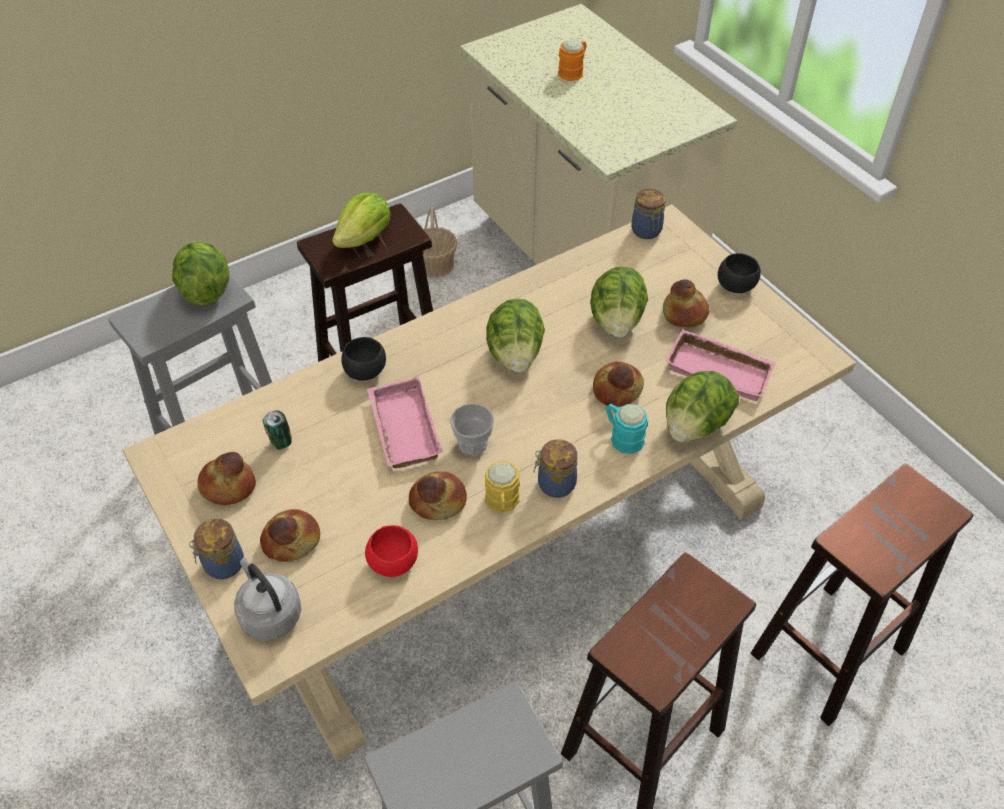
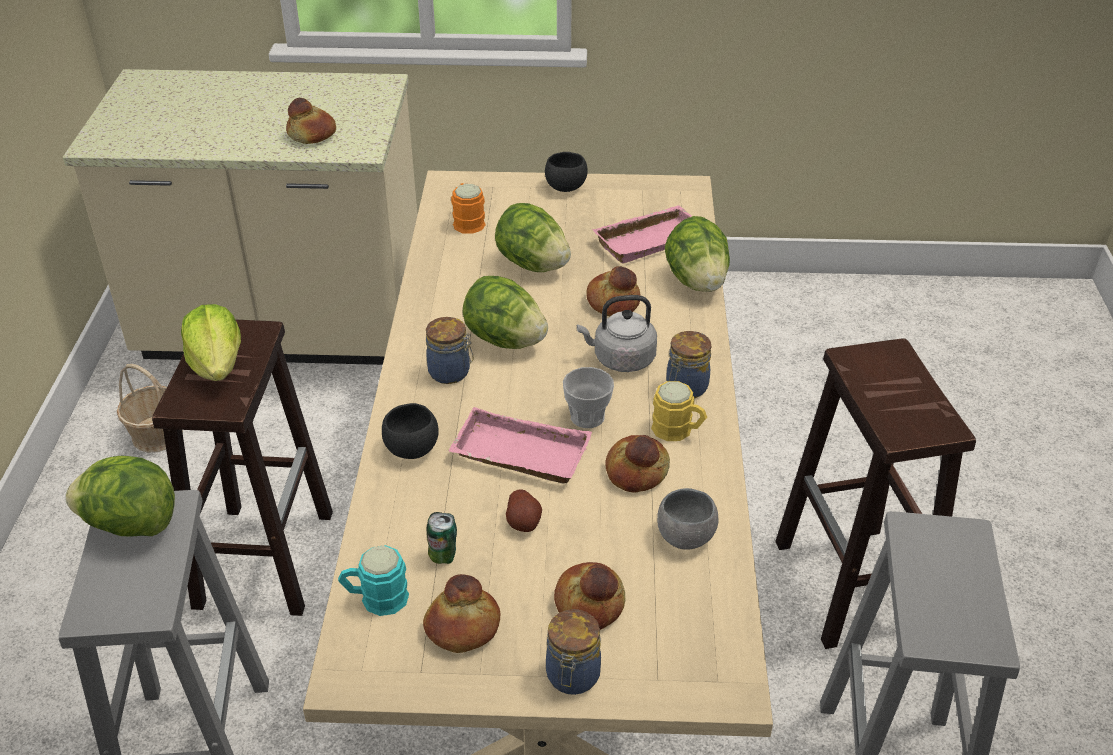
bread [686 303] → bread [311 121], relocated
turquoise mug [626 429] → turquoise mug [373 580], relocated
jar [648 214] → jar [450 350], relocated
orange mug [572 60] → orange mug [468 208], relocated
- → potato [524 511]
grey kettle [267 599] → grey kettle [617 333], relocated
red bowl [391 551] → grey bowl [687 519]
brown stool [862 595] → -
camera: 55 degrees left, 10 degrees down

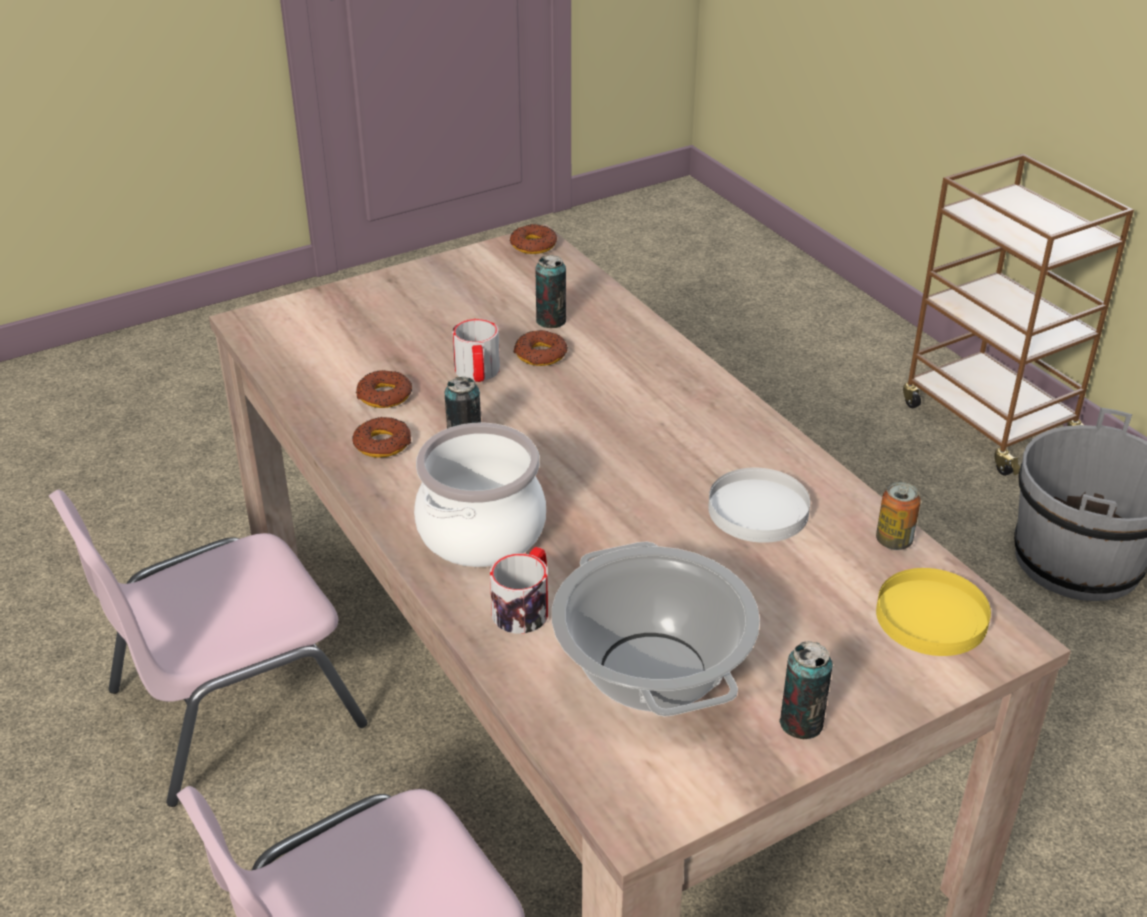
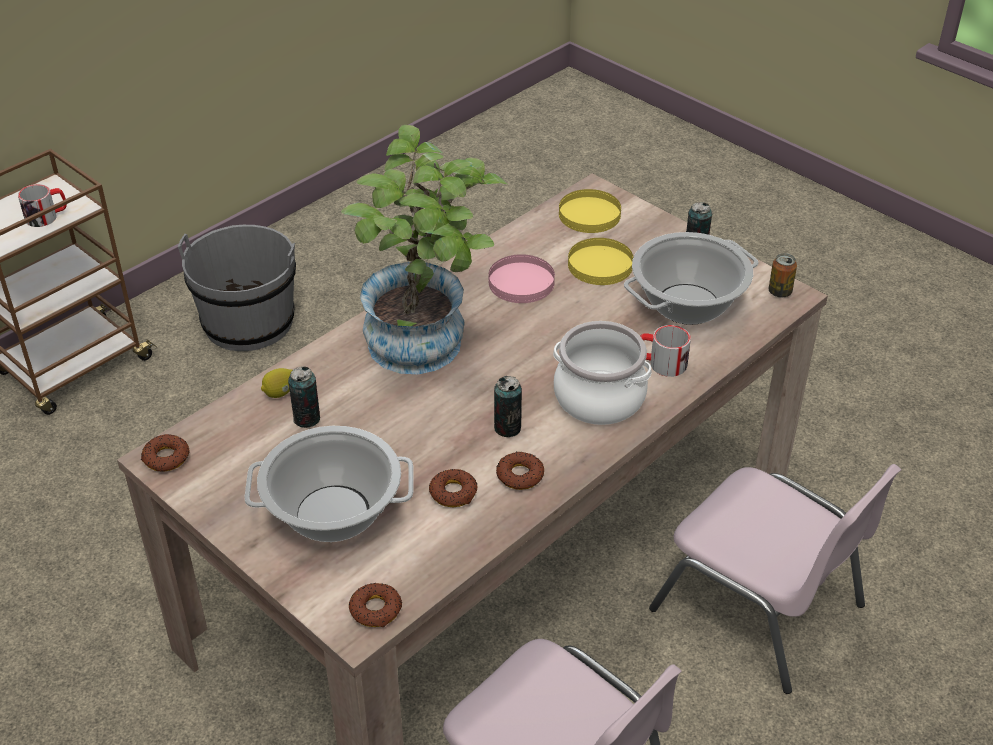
mug [476 350] → mug [42 205], relocated
- → cooking pot [329 484]
- → lemon [277 383]
- → potted plant [424 249]
donut [540 348] → donut [375 605], relocated
white plate [759 505] → pink plate [522 278]
- → yellow plate [600 261]
can [898 516] → can [783 275], relocated
camera: 105 degrees left, 5 degrees up

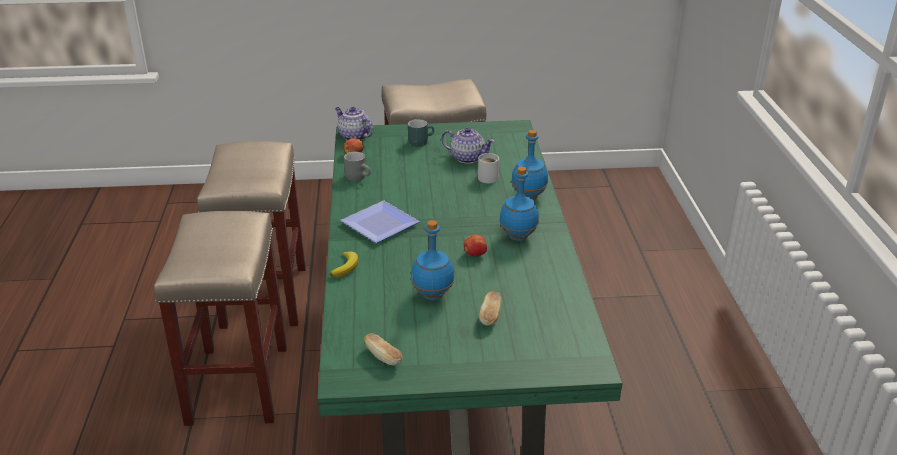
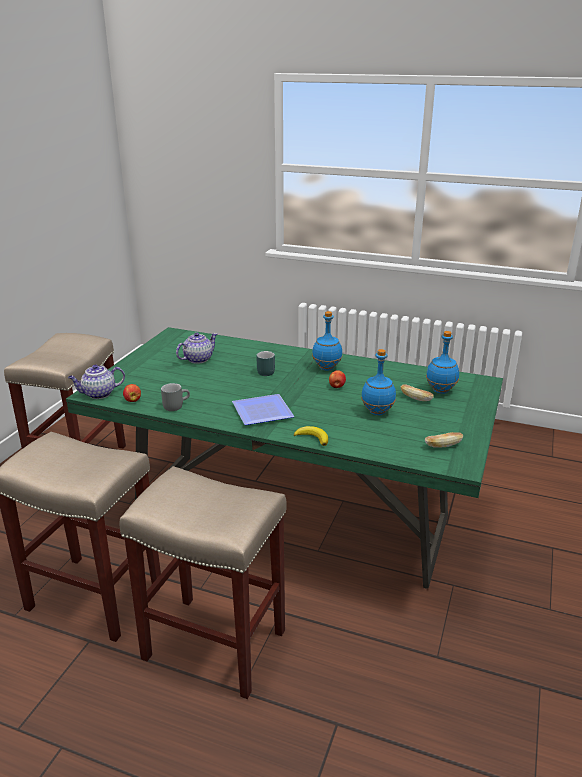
turquoise mug [421 133] → turquoise mug [265 363], relocated
blue bottle [529 165] → blue bottle [442 362], relocated
white mug [488 168] → -
camera: 65 degrees left, 5 degrees down

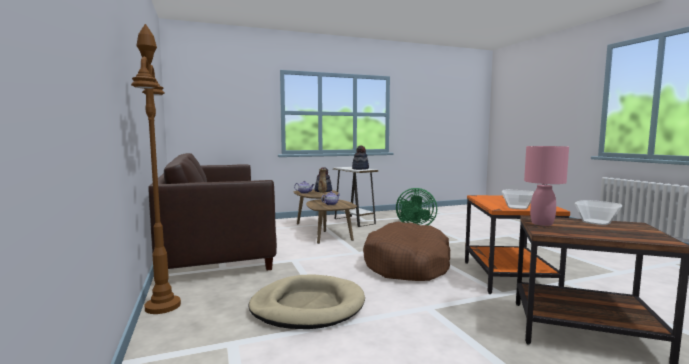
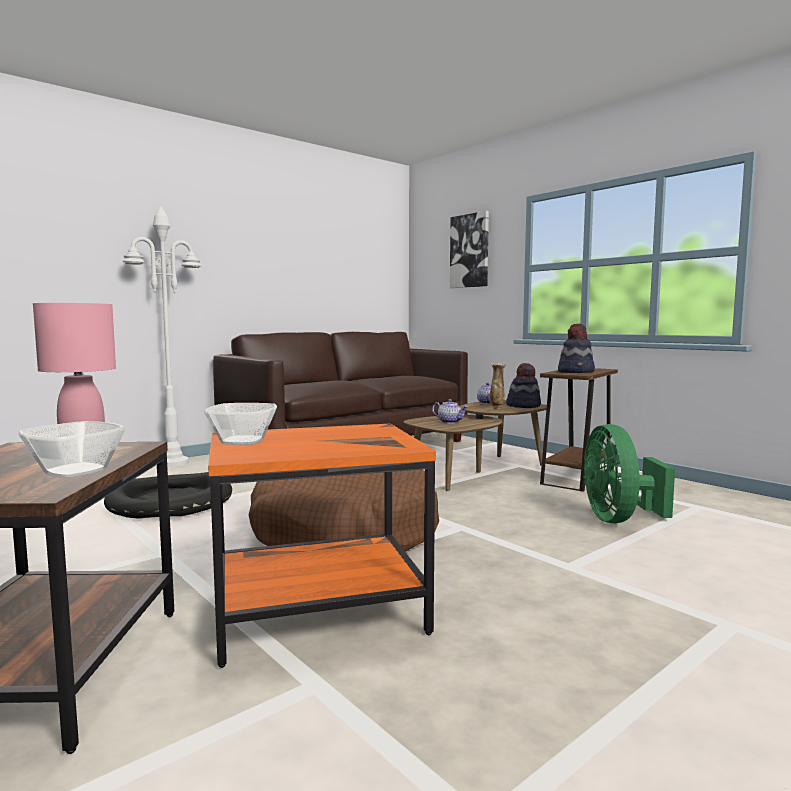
beige dog bed [307 302] → black dog bed [168 495]
brown floor lamp [156 169] → white floor lamp [162 336]
- → picture [469 249]
white side table [355 197] → brown side table [579 430]
camera: 70 degrees right, 0 degrees up

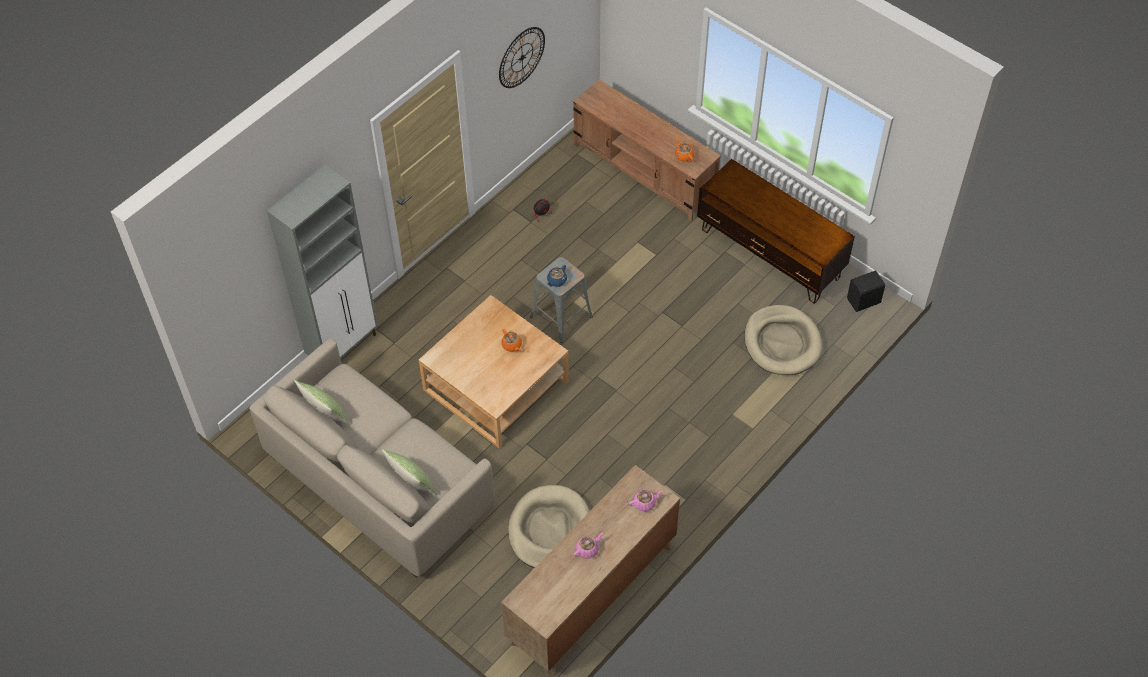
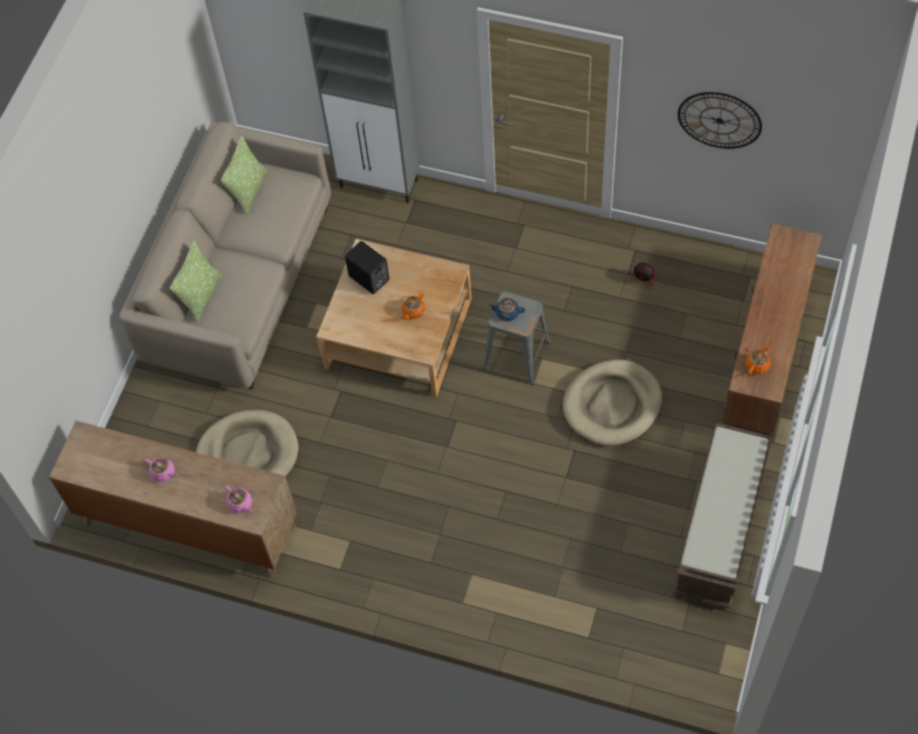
black speaker [866 291] → black speaker [367 267], relocated
beige dog bed [783 340] → beige dog bed [612 402], relocated
brown tv stand [776 231] → brown bench [722 516]
camera: 70 degrees right, 5 degrees up

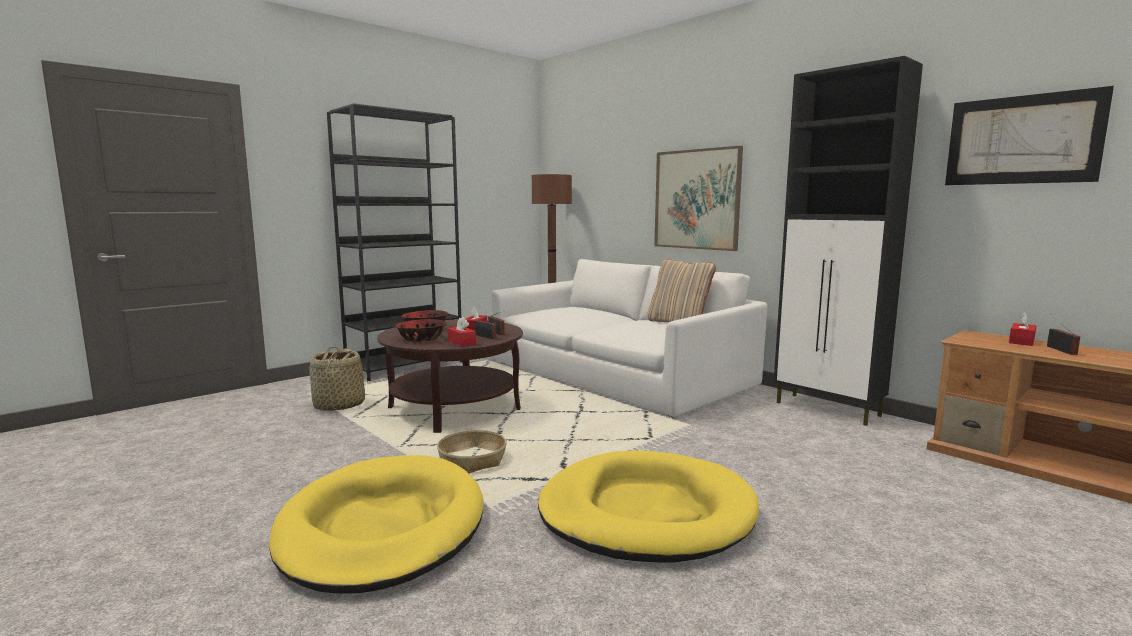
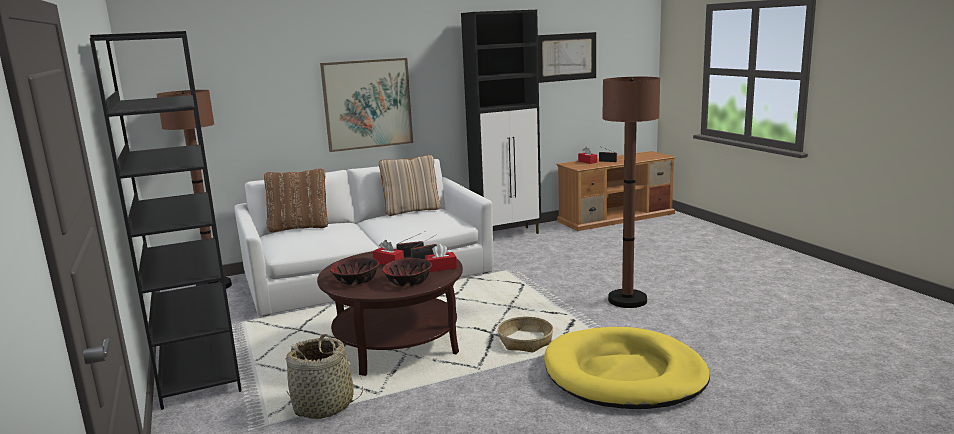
- → brown pillow [296 200]
yellow dog bed [648 506] → brown floor lamp [631 192]
camera: 70 degrees left, 5 degrees up

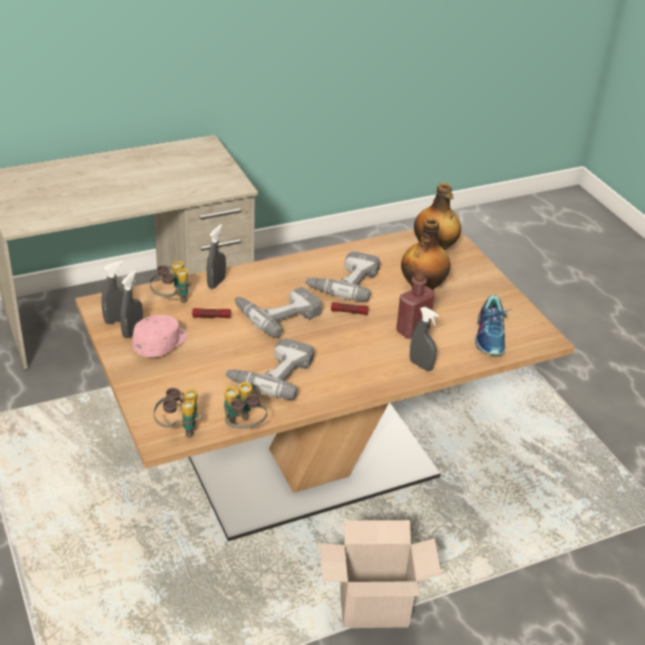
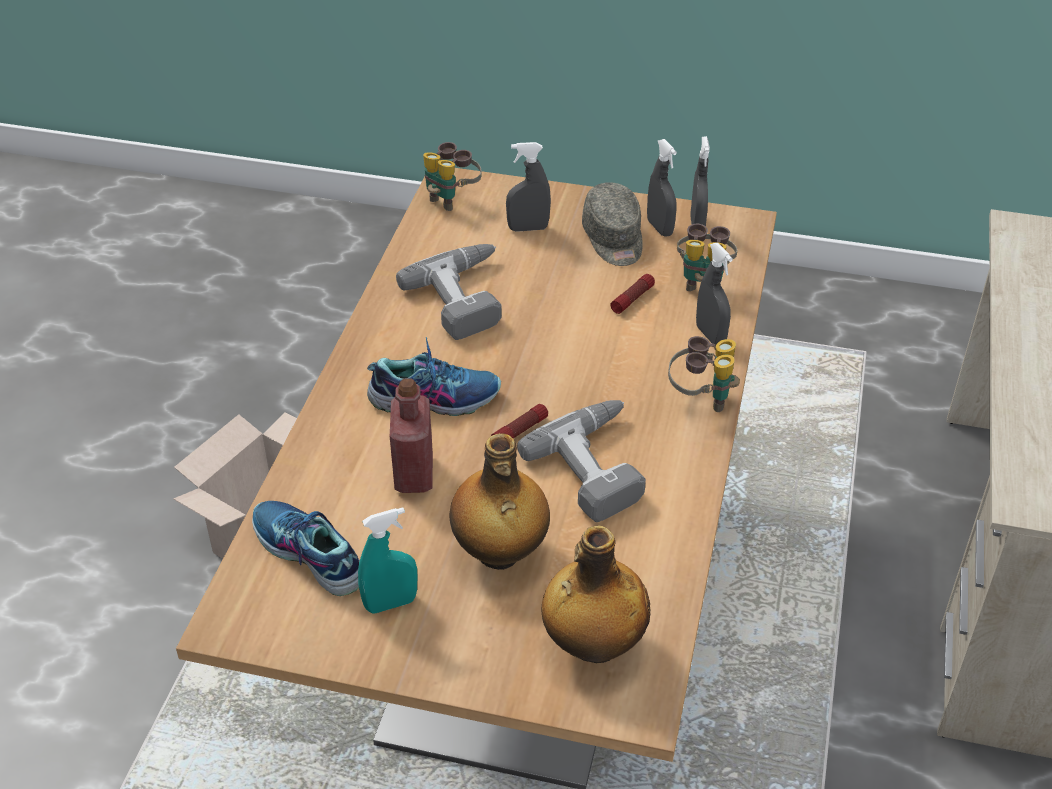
- → turquoise spray bottle [387 560]
- → shoe [434 376]
grey spray bottle [424 339] → grey spray bottle [528 187], relocated
pink cap [159 336] → grey cap [612 224]
binoculars [245 405] → binoculars [704 374], relocated
power drill [278 312] → -
camera: 130 degrees right, 5 degrees up

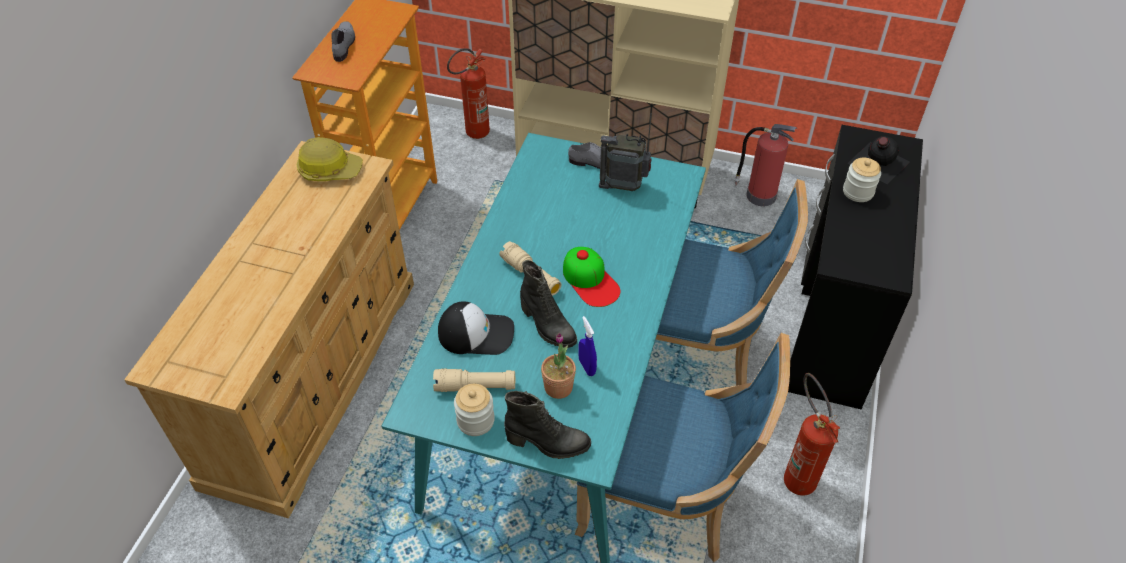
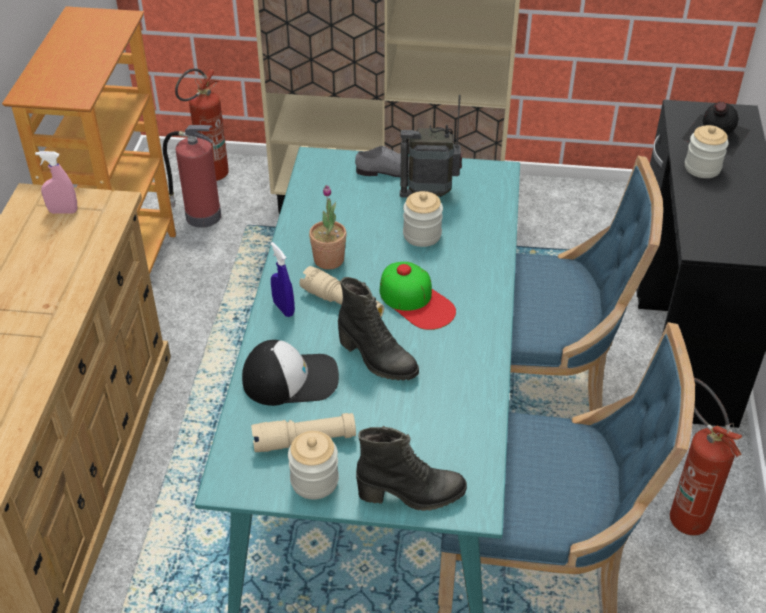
hard hat [330 159] → pink spray bottle [56 182]
fire extinguisher [765 165] → fire extinguisher [192 176], relocated
blue spray bottle [587 346] → blue spray bottle [283 279], relocated
potted plant [558 366] → potted plant [328 227], relocated
- → jar [423 219]
grey shoe [343 41] → -
camera: 10 degrees left, 5 degrees down

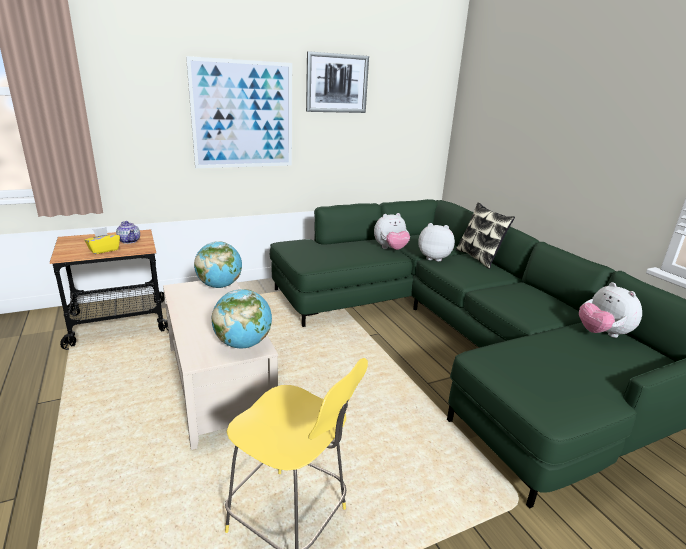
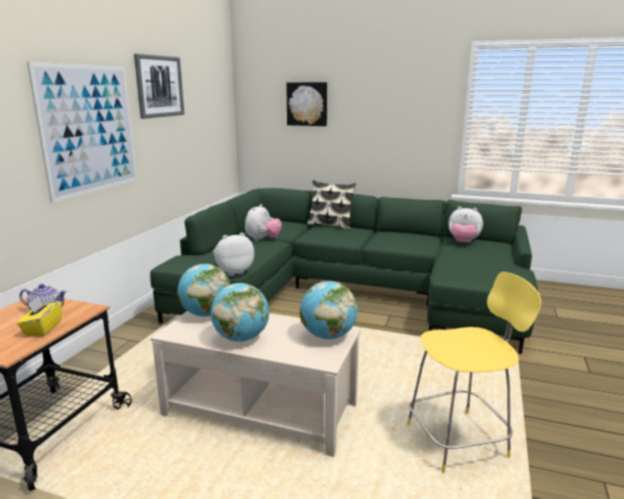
- → globe [240 312]
plush toy [436 242] → plush toy [233 254], relocated
- → picture [306 104]
camera: 45 degrees left, 5 degrees down

